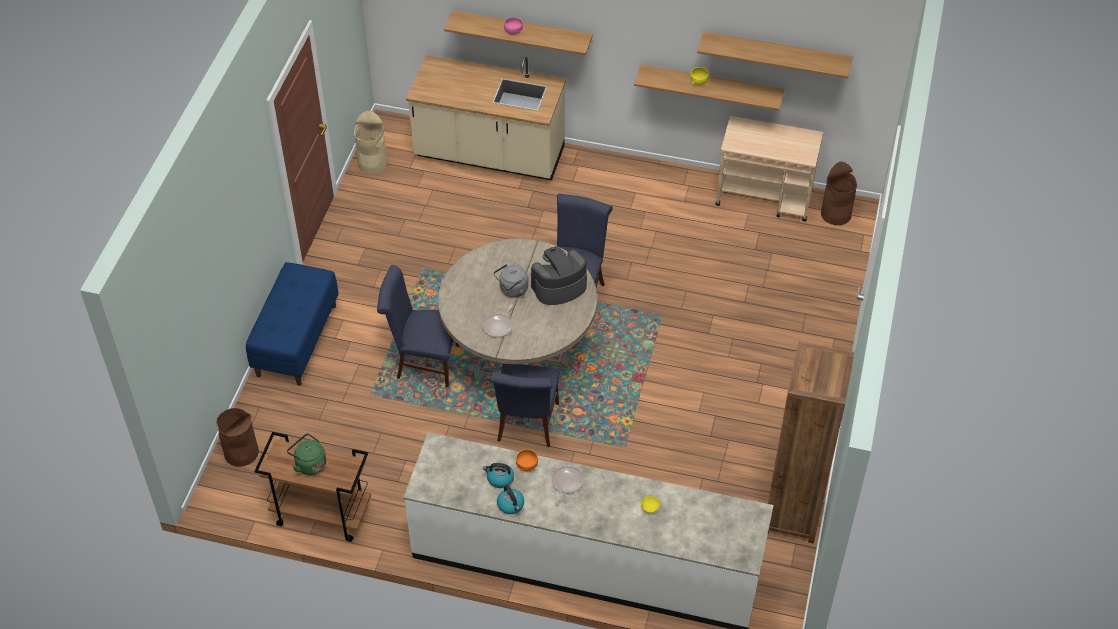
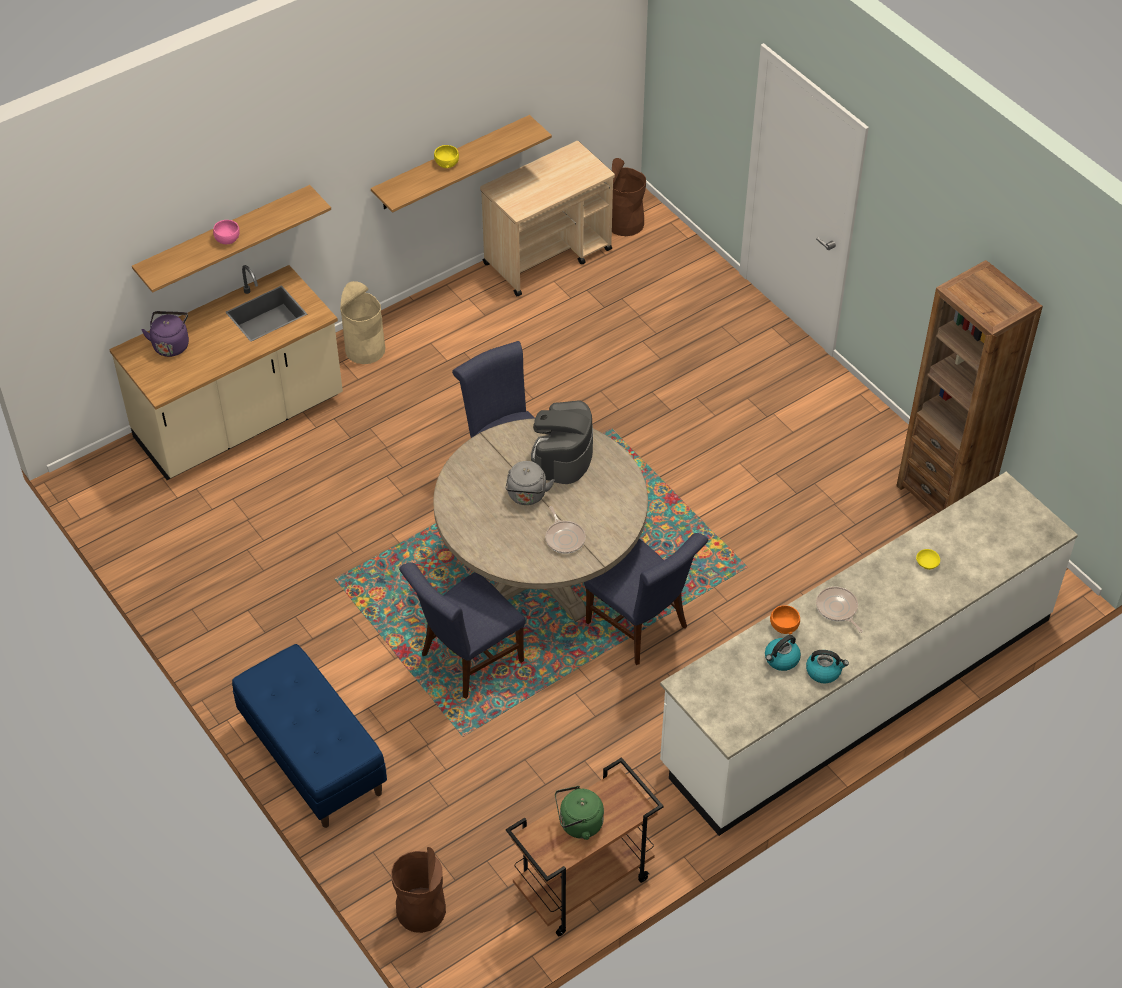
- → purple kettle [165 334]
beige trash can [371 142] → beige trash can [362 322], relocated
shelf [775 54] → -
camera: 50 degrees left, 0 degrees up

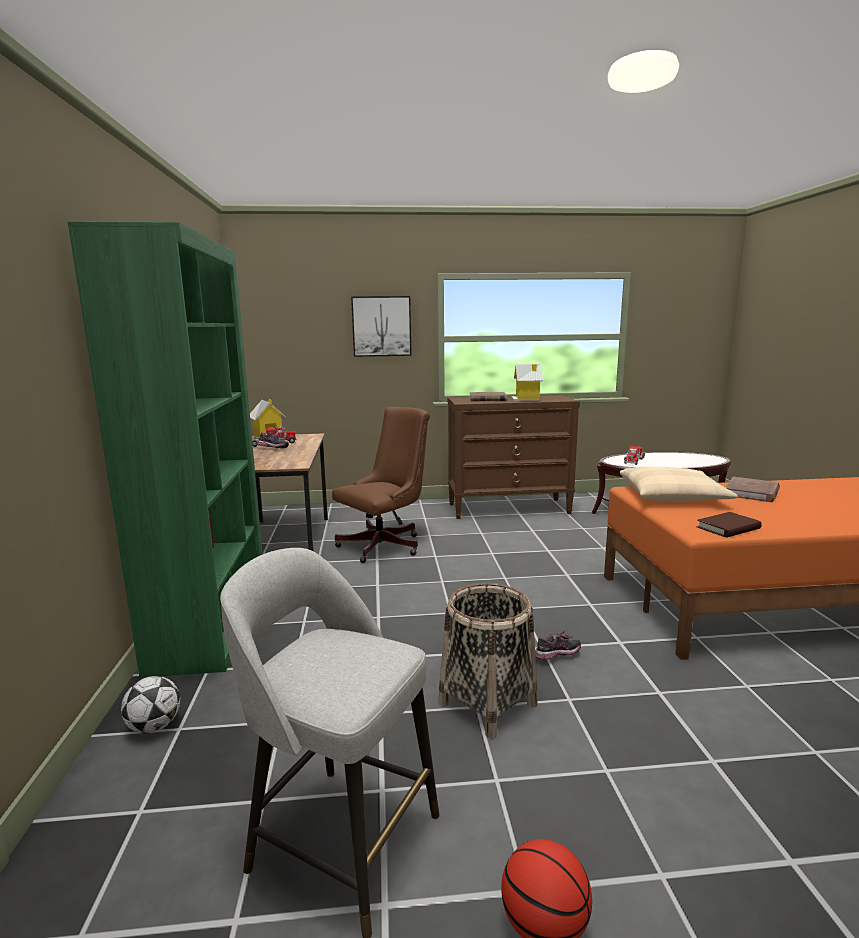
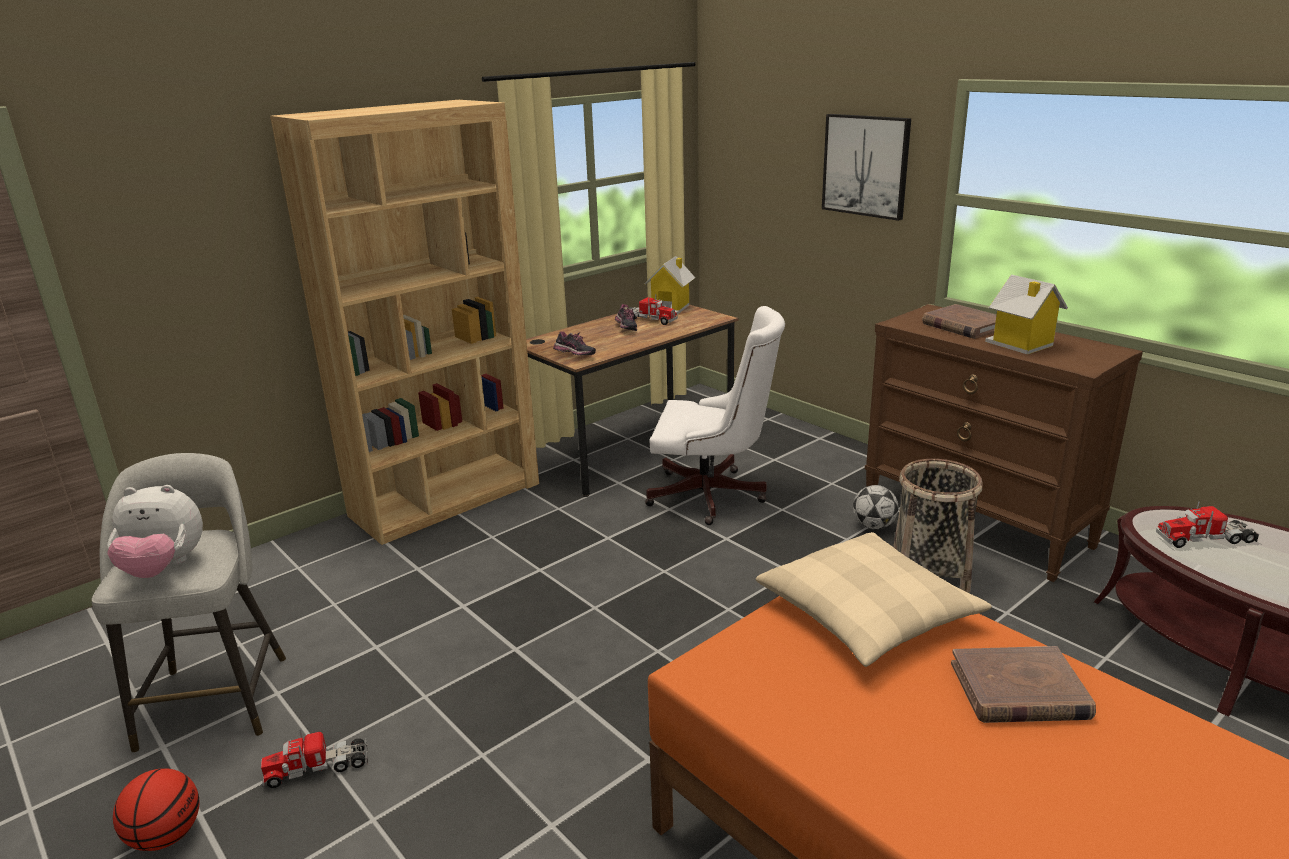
- → plush toy [155 531]
- → toy truck [314 759]
green bookcase [165 450] → brown bookcase [404 322]
shoe [558 645] → shoe [574 343], relocated
brown office chair [381 485] → white office chair [715 415]
football [150 704] → football [876 507], relocated
basket [488 661] → basket [938 526], relocated
brown book [729 525] → -
camera: 55 degrees right, 10 degrees up

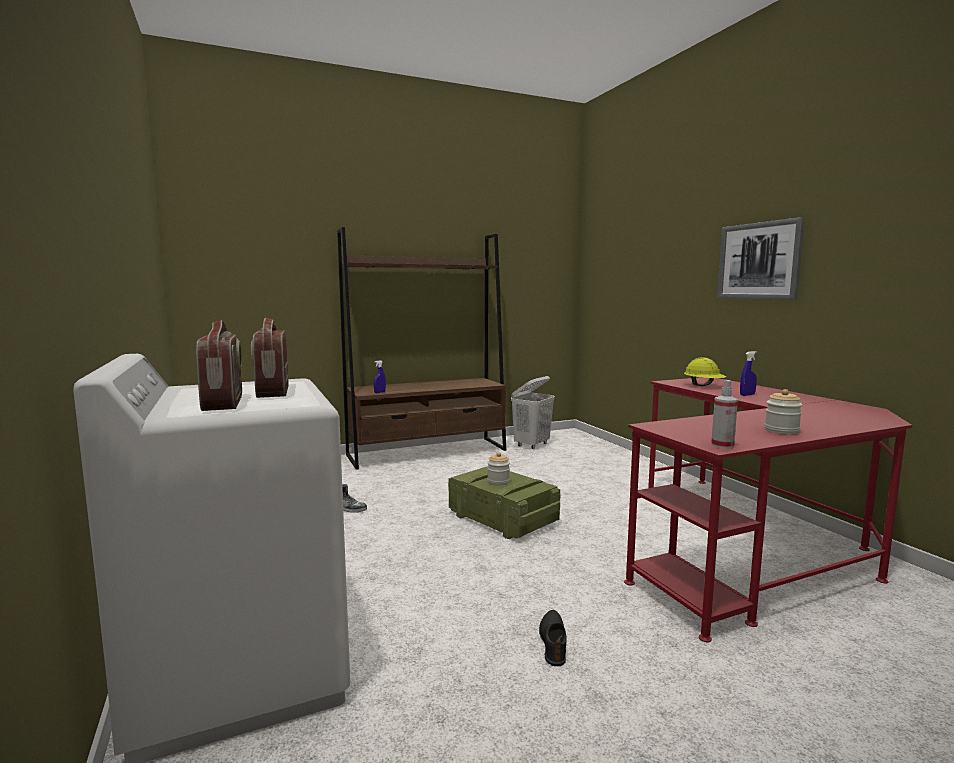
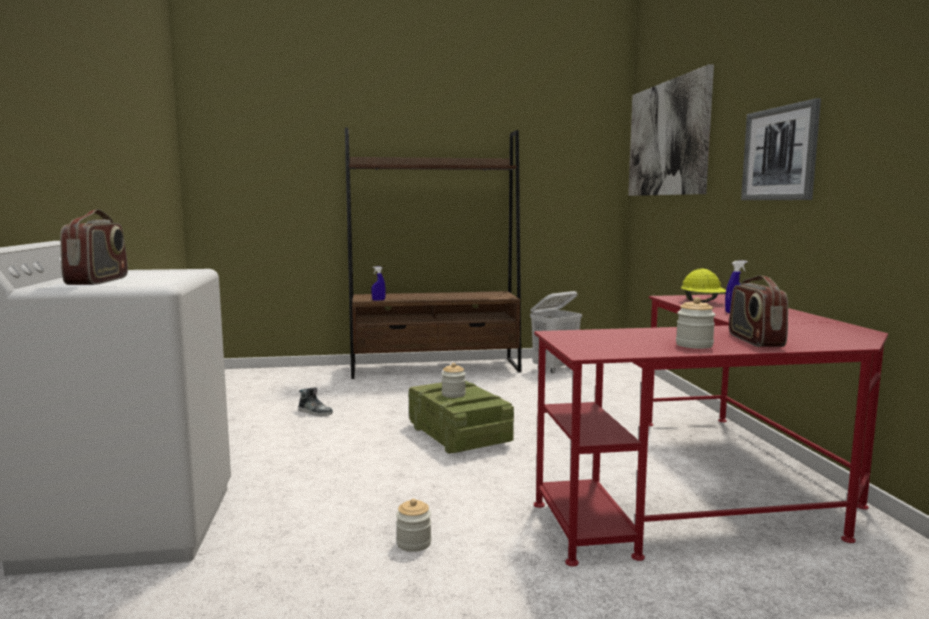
black shoe [553 638] → jar [413 525]
- → picture [671 130]
radio [270 358] → radio [758 311], relocated
spray bottle [724 414] → -
camera: 15 degrees right, 0 degrees up

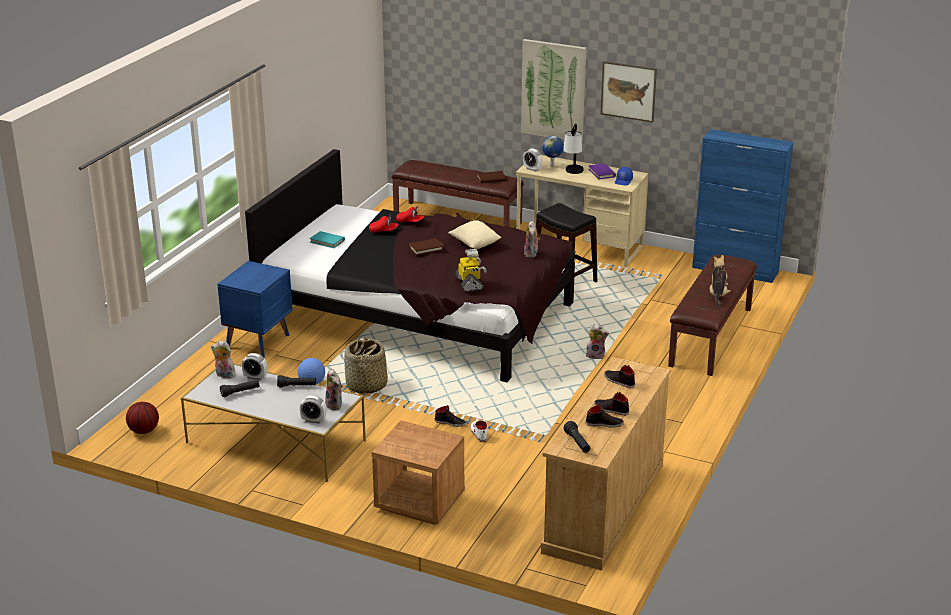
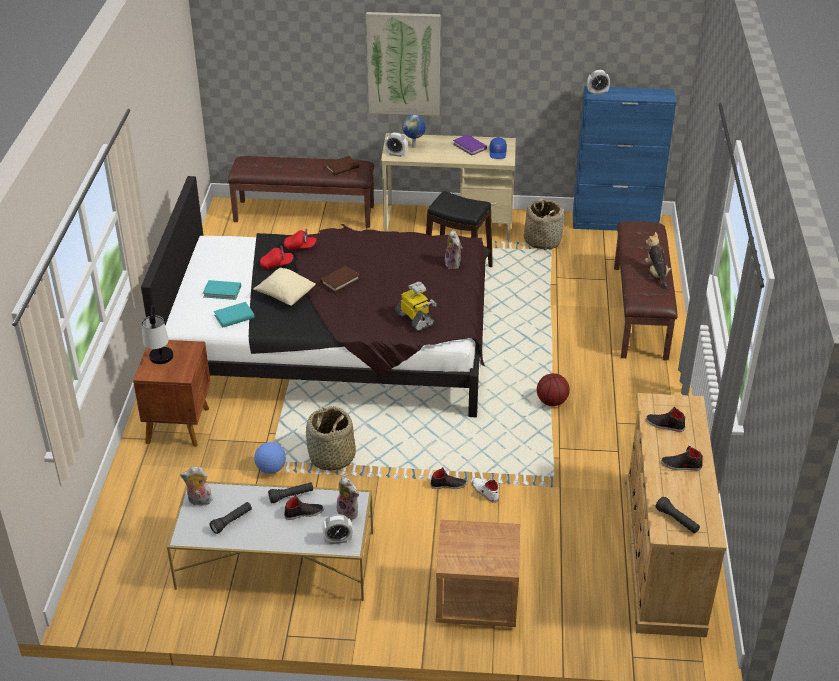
blue nightstand [255 309] → brown nightstand [172 393]
table lamp [573 149] → table lamp [157 334], relocated
- → turquoise book [234 315]
beige pillow [474 234] → beige pillow [284 286], relocated
black shoe [605 416] → black shoe [304 507], relocated
- → basket [544 224]
basketball [142 418] → basketball [553 389], relocated
alarm clock [254 366] → alarm clock [598 82], relocated
plush toy [597 341] → -
picture [629 91] → -
camera: 20 degrees left, 10 degrees up

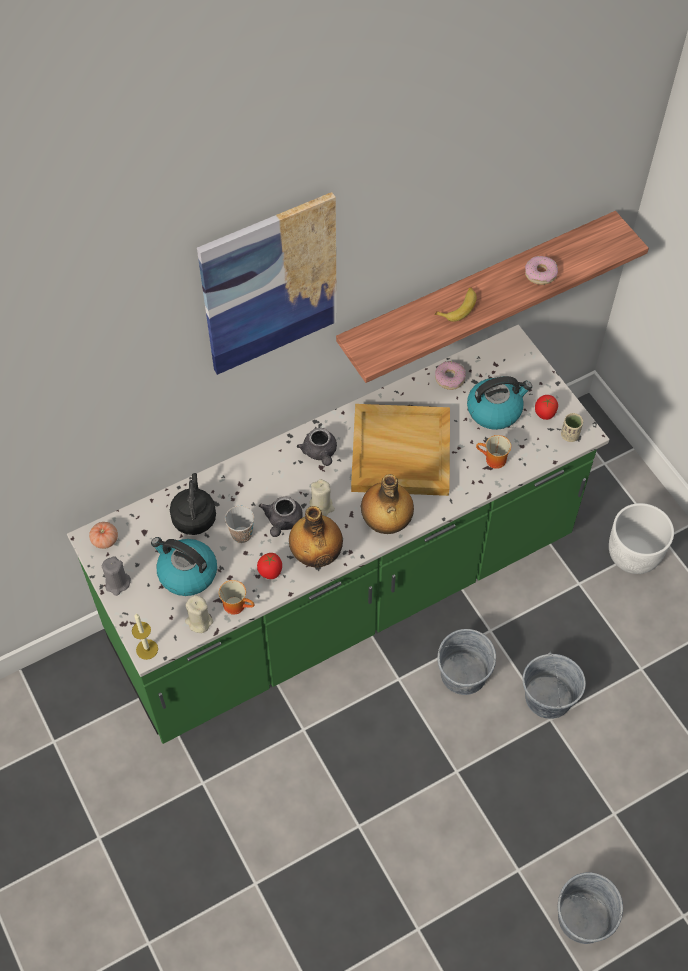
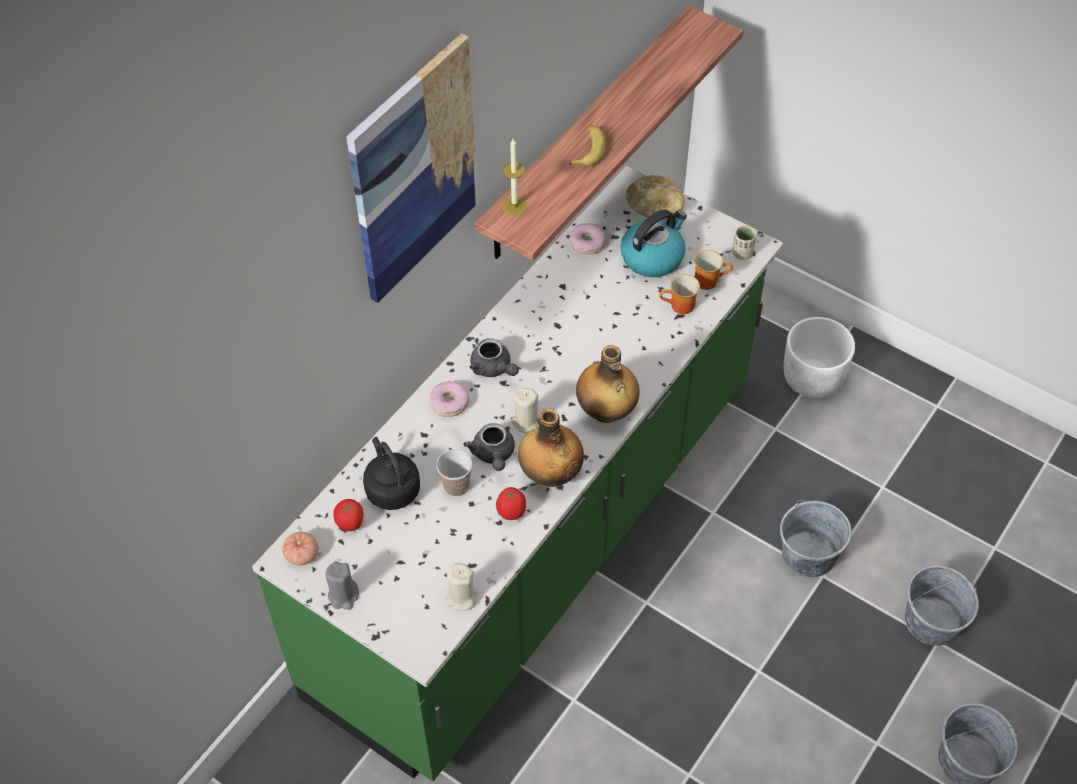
tomato [546 407] → tomato [348 515], relocated
donut [541 270] → donut [449 399], relocated
candle [145 637] → candle [514 177], relocated
- → bread [655 196]
mug [237 597] → mug [713 270], relocated
grey bucket [466 662] → grey bucket [942 605], relocated
kettle [184 566] → -
beige tray [400 450] → -
camera: 25 degrees left, 5 degrees down

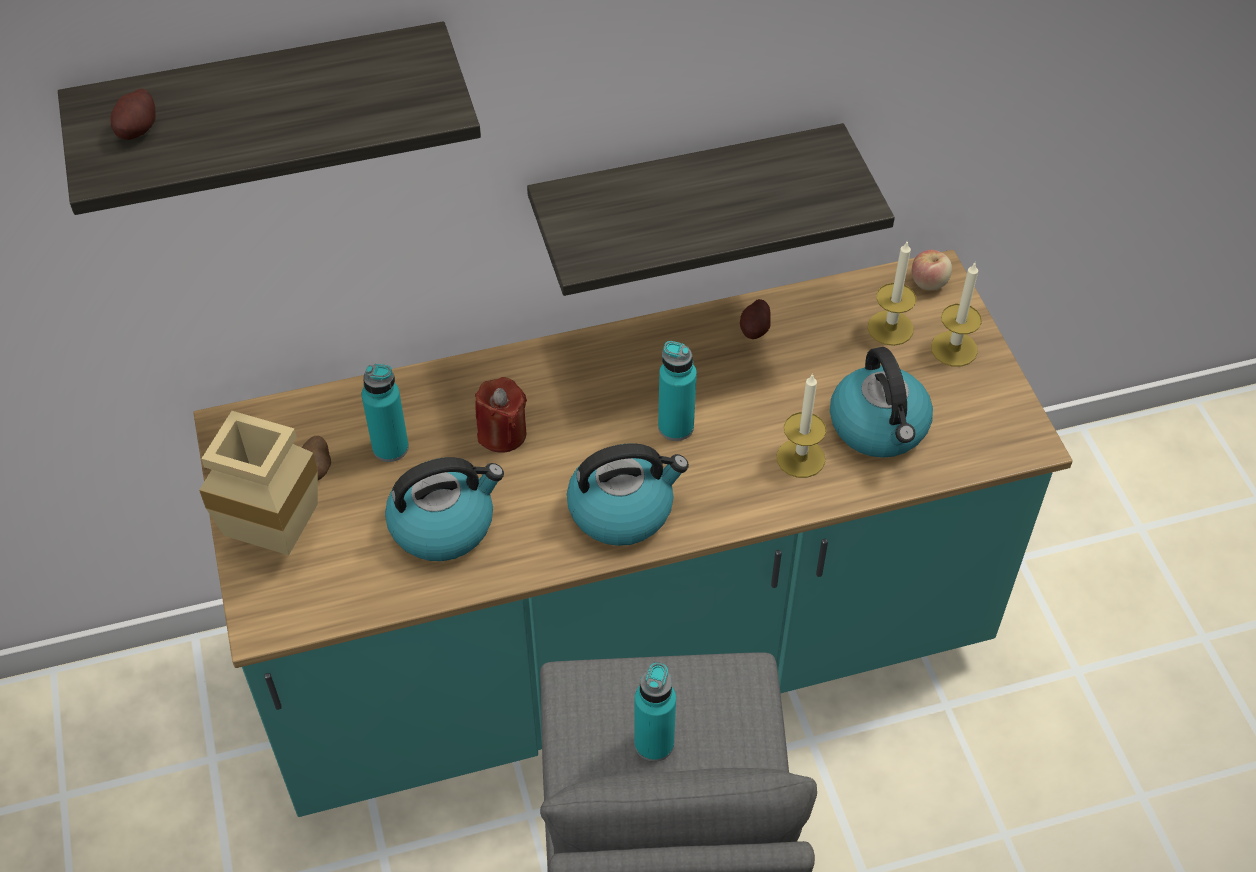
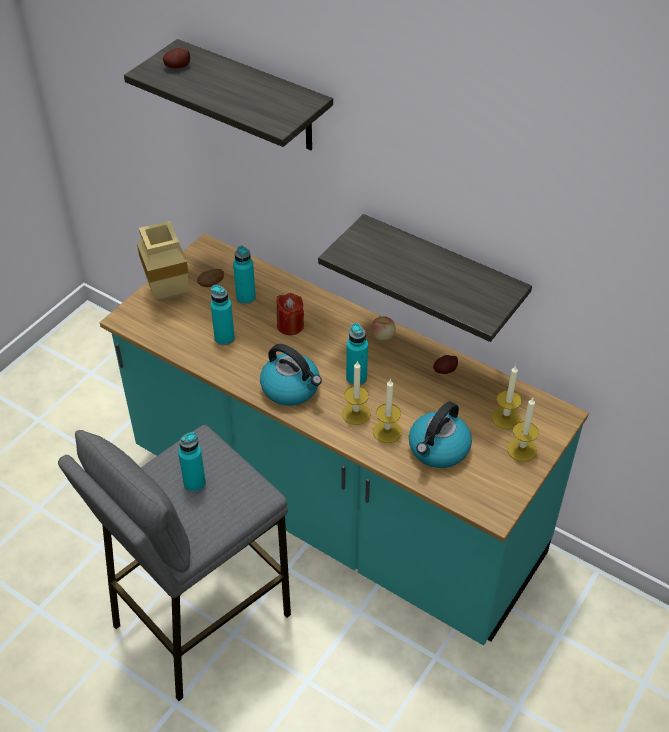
kettle [444 509] → turquoise bottle [223 315]
- → candle [356 393]
apple [932 270] → apple [383 328], relocated
camera: 50 degrees right, 5 degrees down

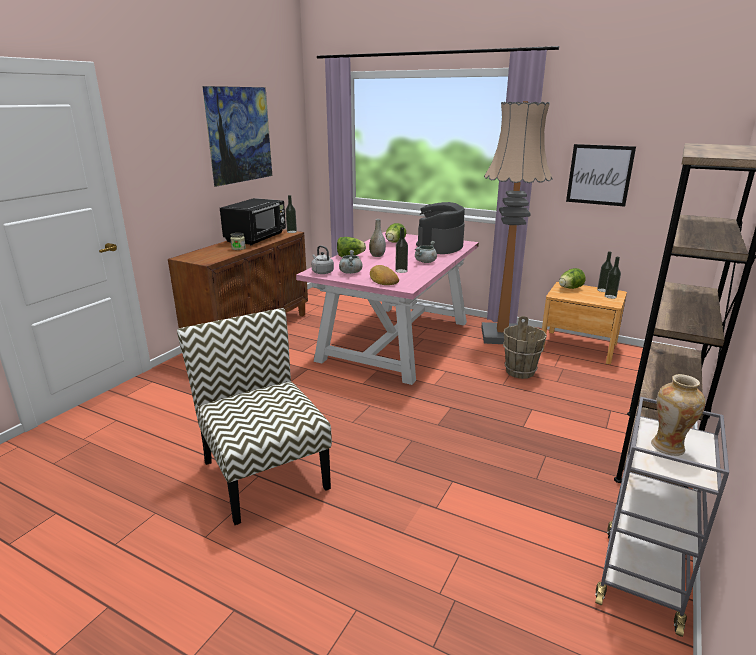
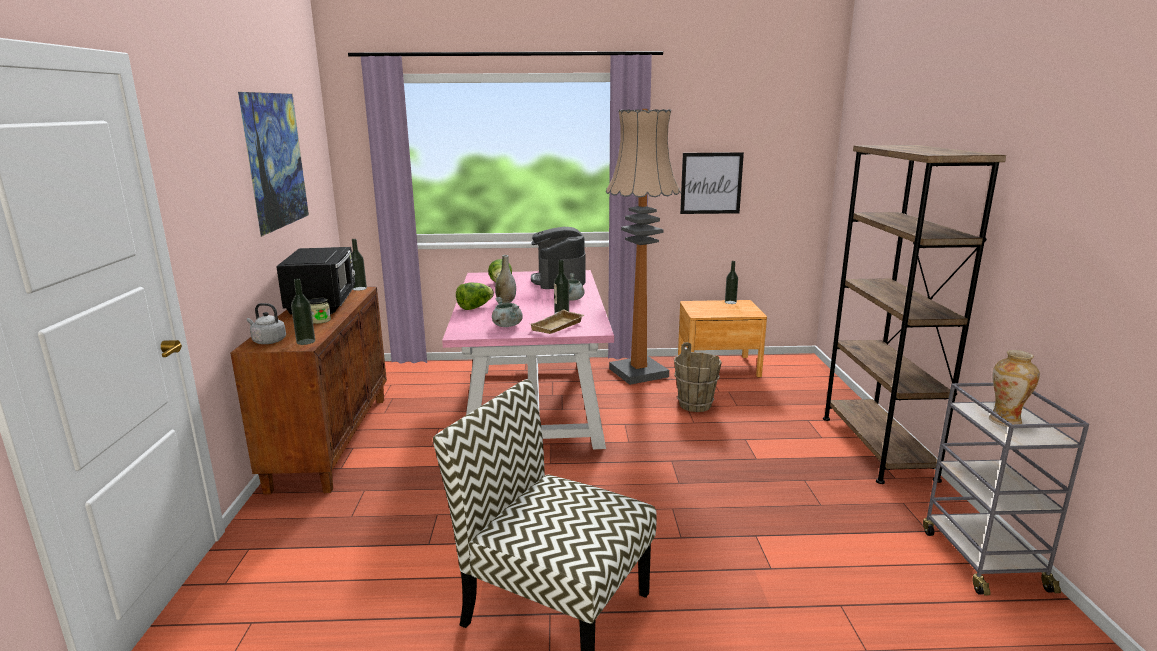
grey kettle [323 259] → grey kettle [266 323], relocated
bottle [613 278] → bottle [303 311], relocated
bread [384 275] → beige tray [557 321]
lettuce [572 278] → -
camera: 30 degrees left, 5 degrees down

